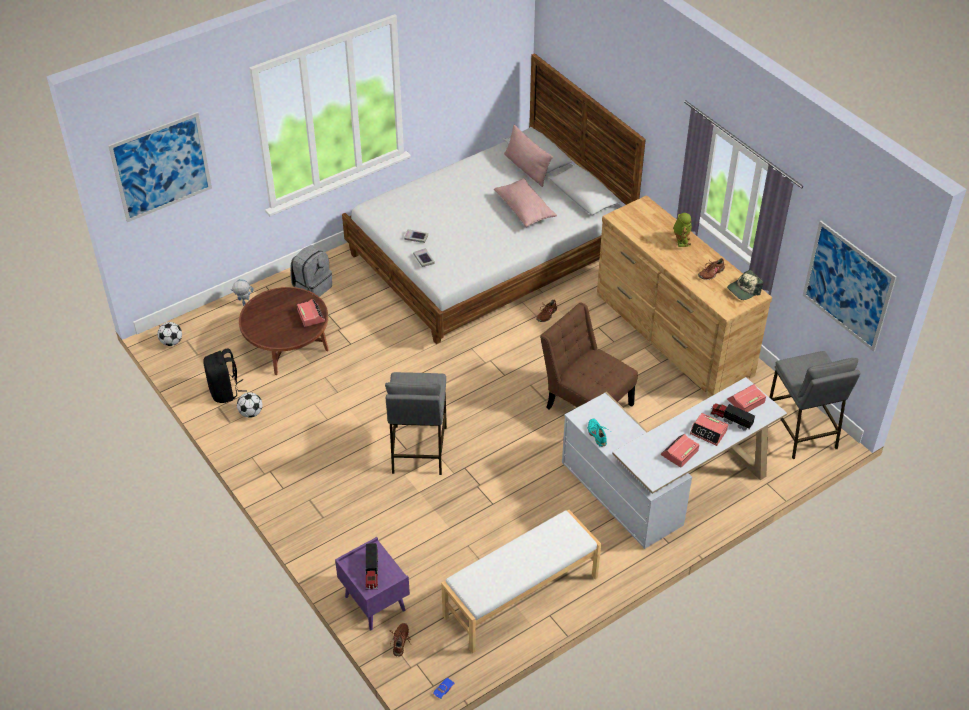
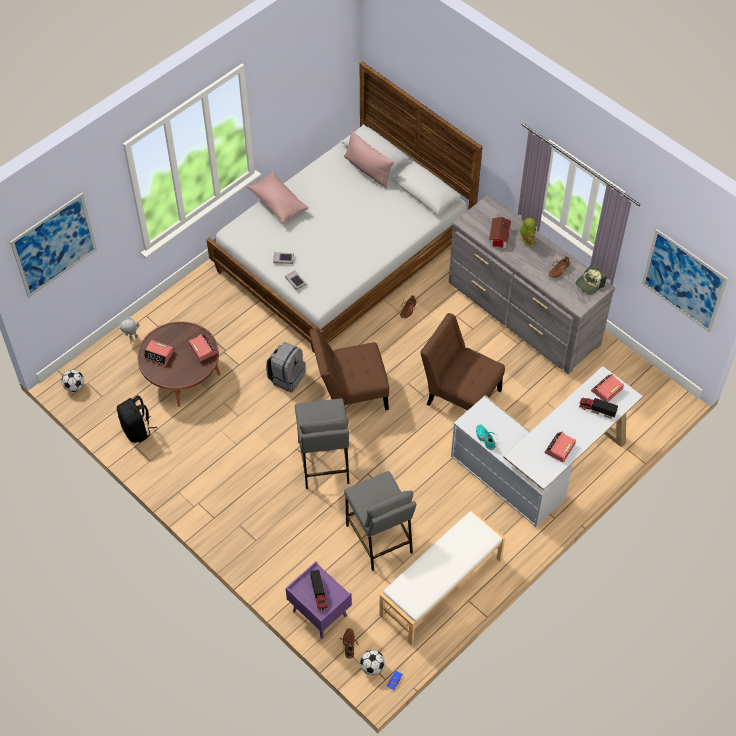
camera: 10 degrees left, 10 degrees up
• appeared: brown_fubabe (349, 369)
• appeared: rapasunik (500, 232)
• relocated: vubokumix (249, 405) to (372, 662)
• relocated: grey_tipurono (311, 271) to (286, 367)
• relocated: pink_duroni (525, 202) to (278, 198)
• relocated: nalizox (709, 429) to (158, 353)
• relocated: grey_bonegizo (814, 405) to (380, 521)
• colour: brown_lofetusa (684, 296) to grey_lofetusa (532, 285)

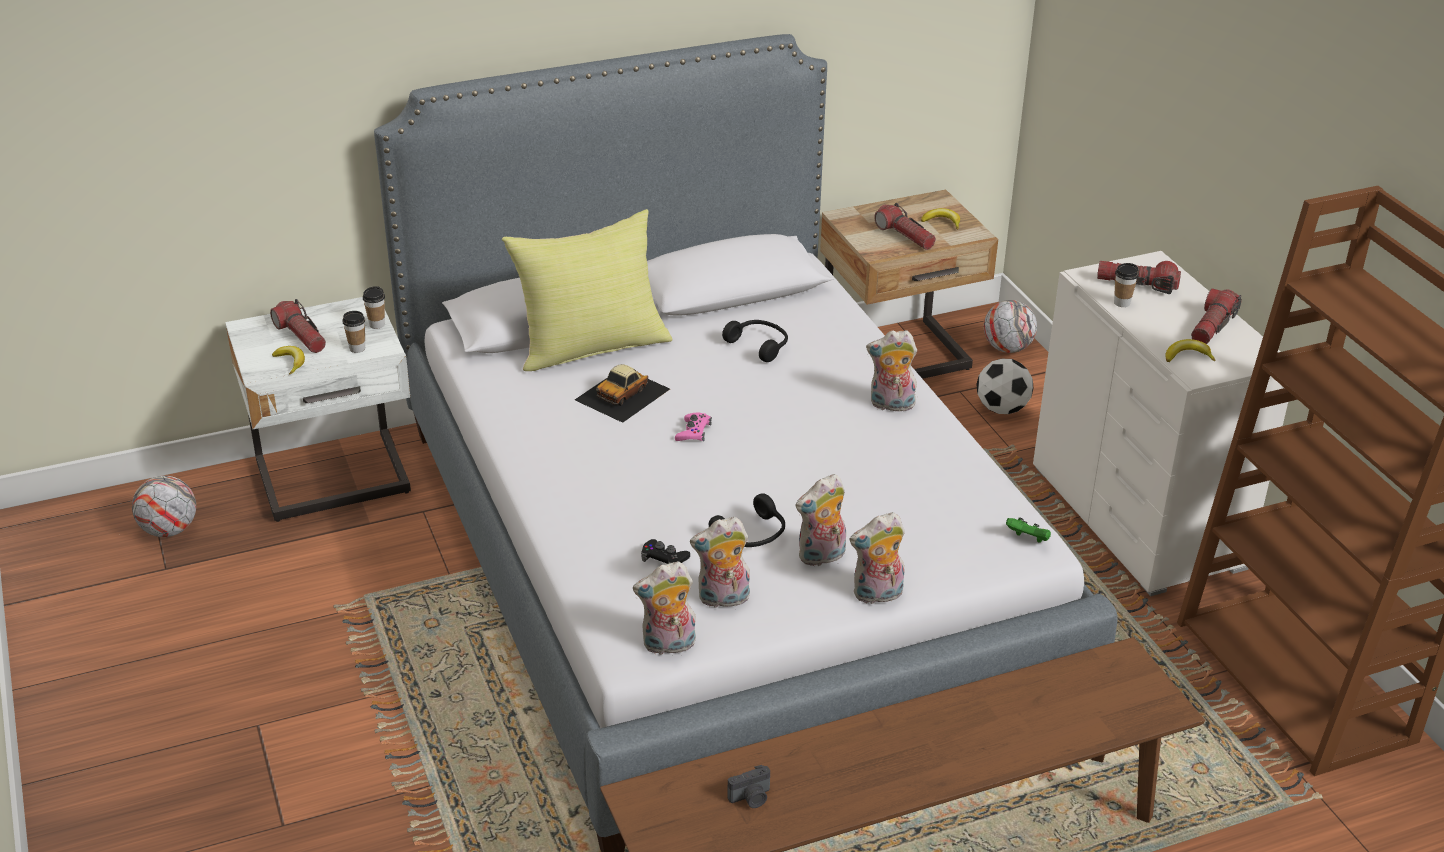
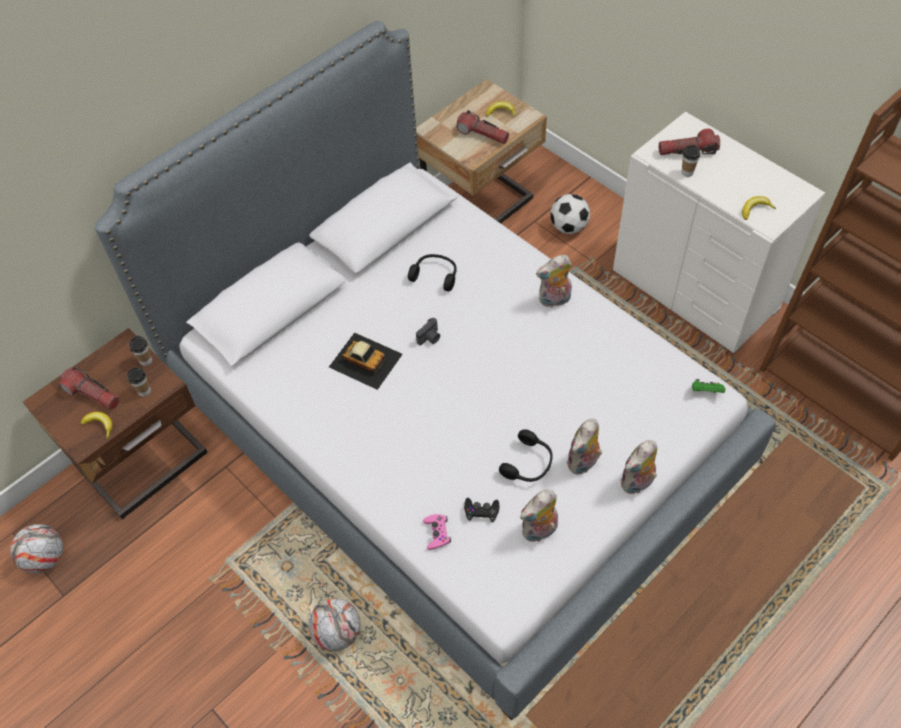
camera: 20 degrees left, 20 degrees up
• missing: yellow_duroni (587, 290)
• missing: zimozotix (664, 608)
• missing: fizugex (1216, 316)
• relocated: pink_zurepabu (693, 427) to (437, 532)
• relocated: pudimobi (748, 786) to (428, 331)
• relocated: vubokumix (1010, 326) to (334, 624)
• colour: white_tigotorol (318, 409) to brown_tigotorol (115, 423)
• spun: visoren (622, 393) = (366, 361) 75 degrees counterclockwise

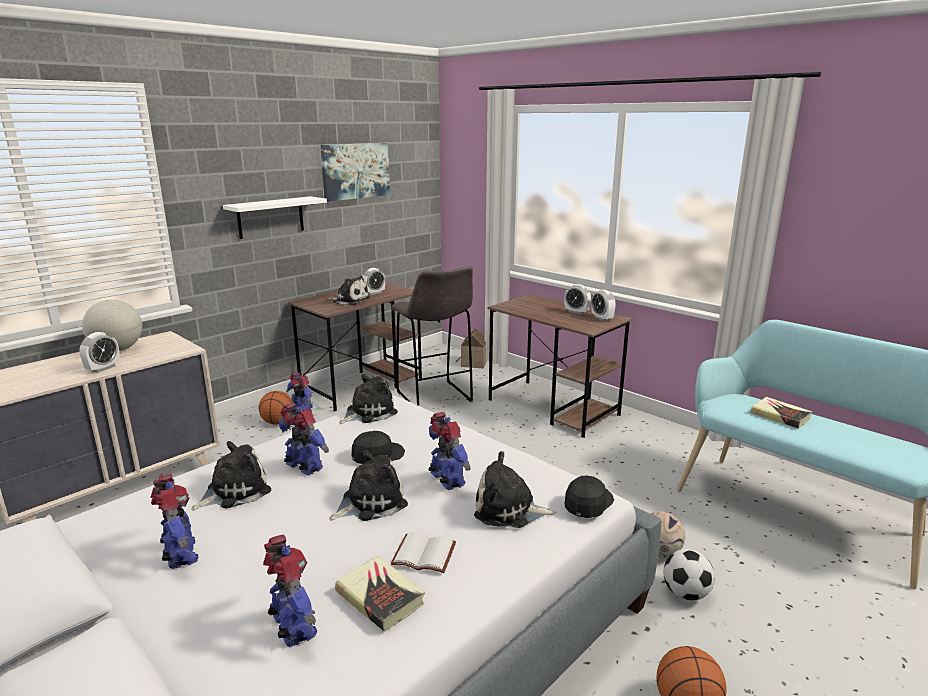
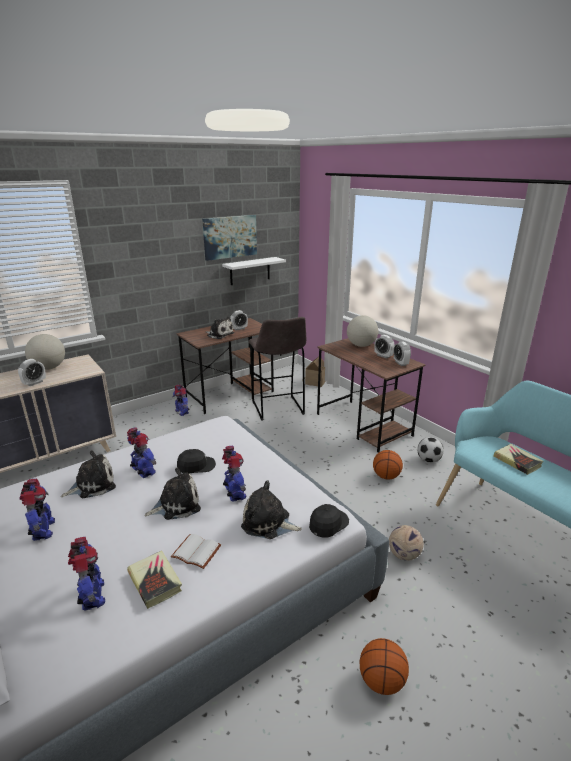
camera: 10 degrees right, 5 degrees up
• missing: zimozotix (368, 399)
• appeared: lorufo (362, 331)
• relocated: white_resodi (275, 217) to (254, 271)
• relocated: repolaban (276, 408) to (388, 465)
• relocated: vubokumix (689, 575) to (430, 450)

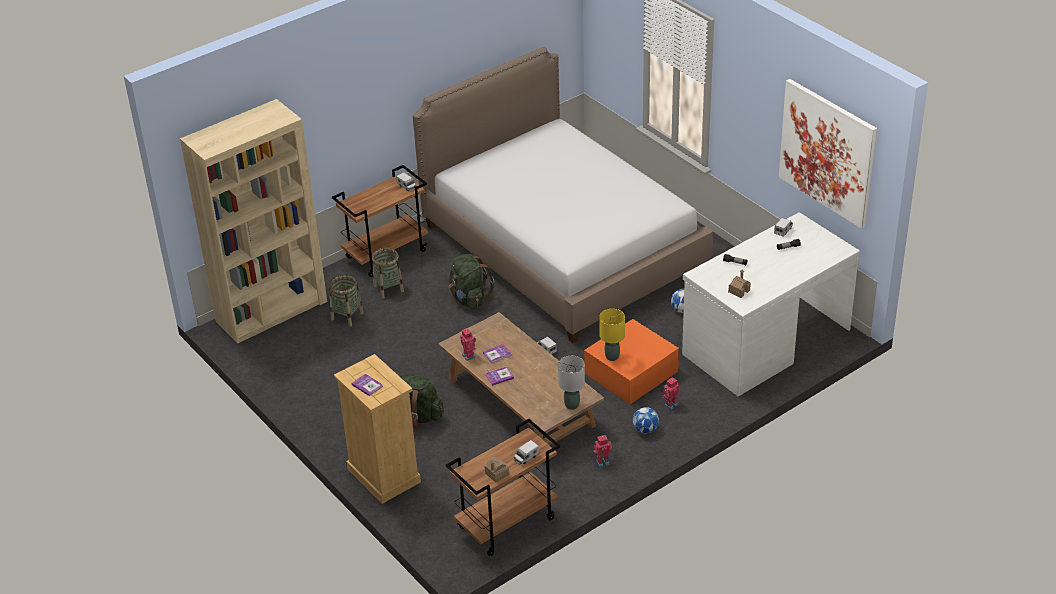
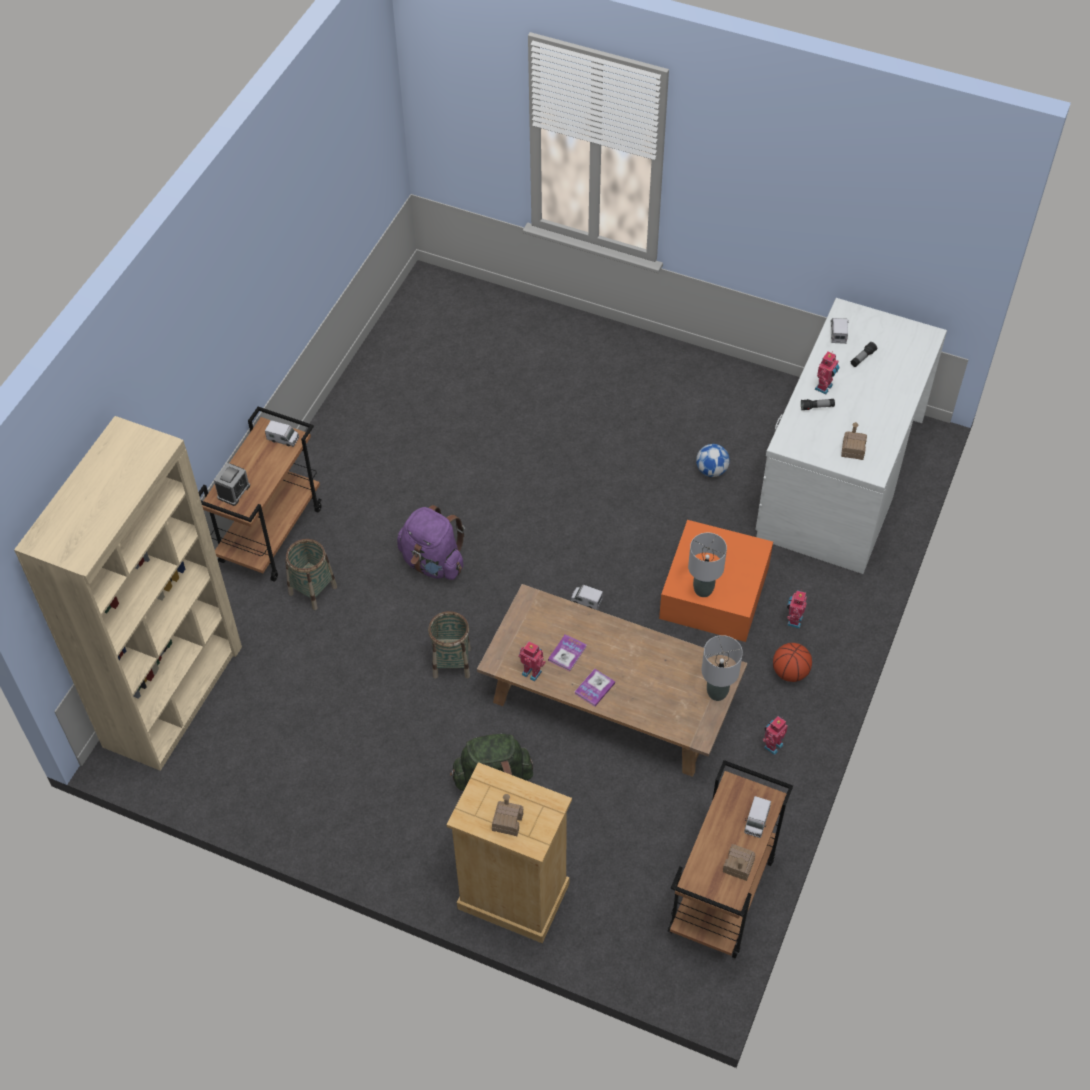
camera: 30 degrees left, 15 degrees up
• missing: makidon (563, 195)
• missing: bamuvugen (828, 154)
• appeared: nalizox (232, 484)
• appeared: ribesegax (827, 372)
• relocated: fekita (347, 301) to (449, 645)
• exchanged: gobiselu (367, 385) to rapasunik (507, 815)
• exchanged: vubokumix (646, 420) to repolaban (792, 662)
• colour: green_tipurono (471, 281) to purple_tipurono (431, 542)
• colour: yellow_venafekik (612, 335) to grey_venafekik (707, 565)

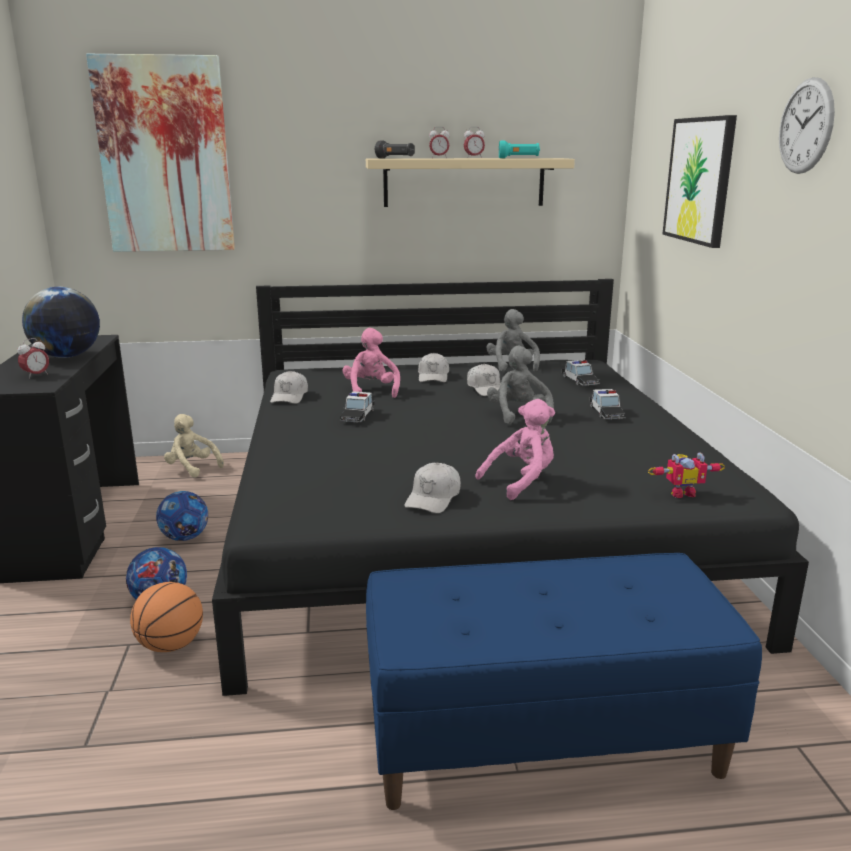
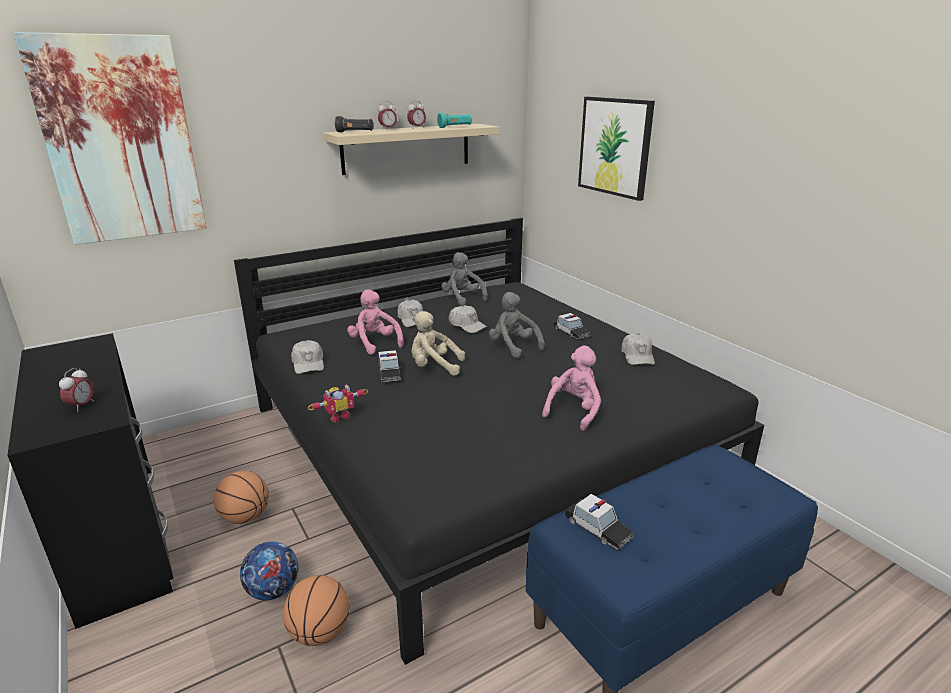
camera: 25 degrees left, 5 degrees up
• missing: lorufo (61, 322)
• missing: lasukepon (807, 125)
• relocated: beige_zimozotix (194, 445) to (438, 343)
• relocated: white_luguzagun (432, 488) to (638, 349)
• relocated: visoren (581, 373) to (599, 522)
• relocated: ribesegax (686, 475) to (337, 404)
• exchanged: vubokumix (182, 516) to repolaban (241, 497)

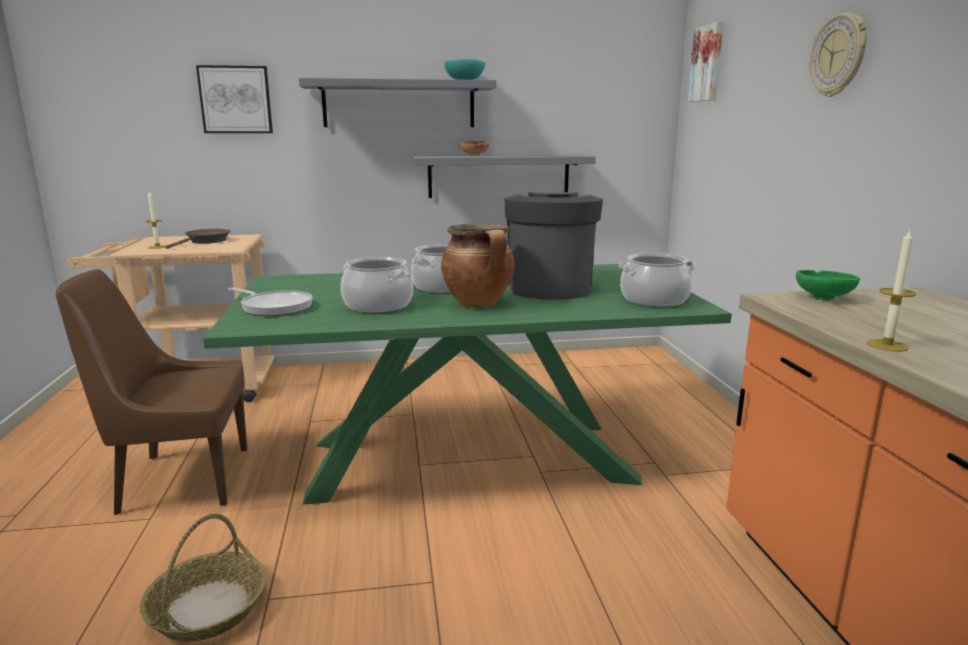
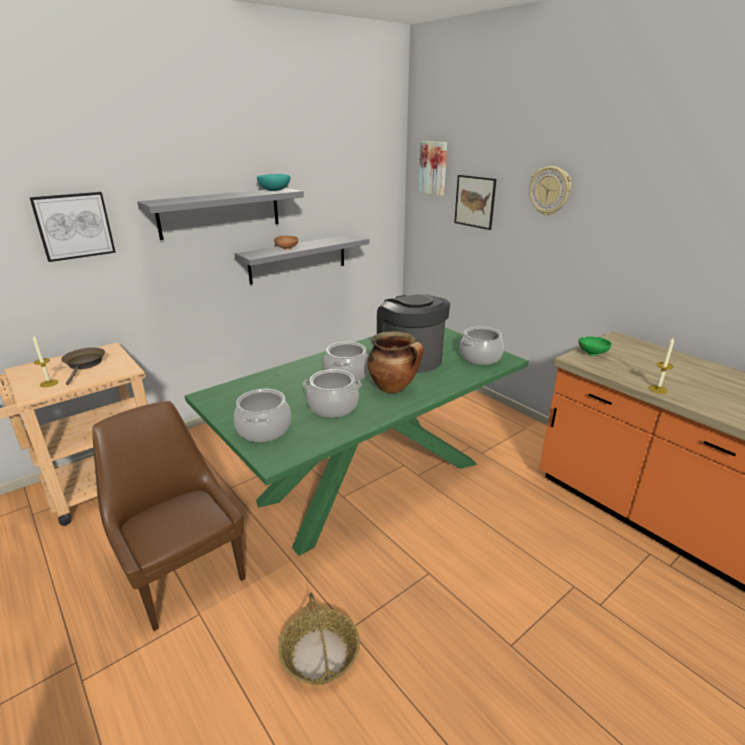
camera: 30 degrees left, 10 degrees up
• appeared: bamuvugen (475, 202)
• exchanged: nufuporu (270, 301) to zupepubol (262, 415)
• spun: brown_fubabe (151, 392) = (168, 516) 90 degrees clockwise

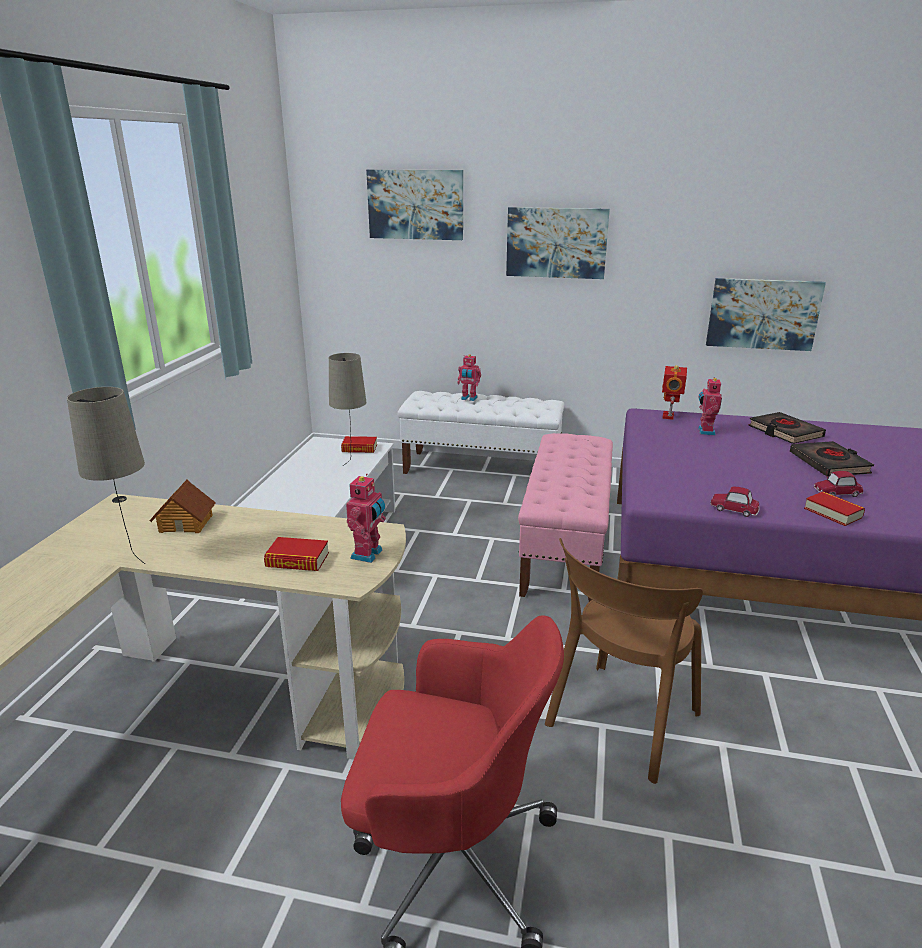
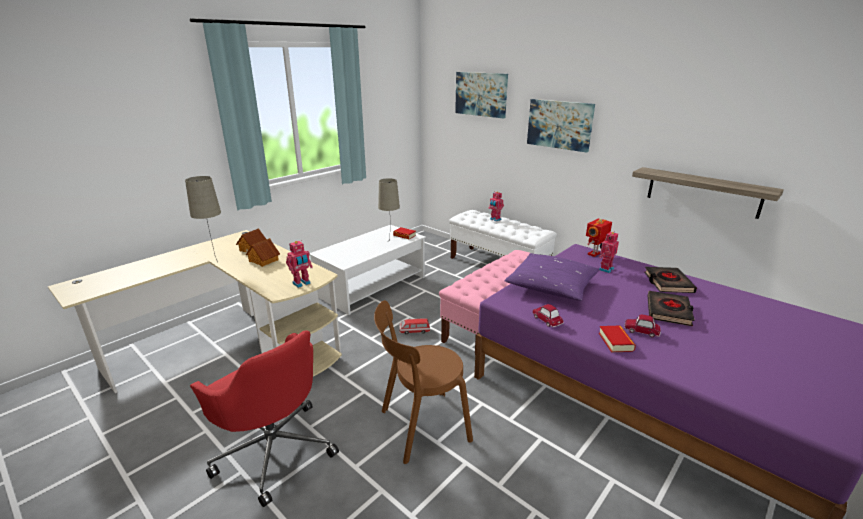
camera: 30 degrees right, 0 degrees up
• missing: gobiselu (296, 554)
• appeared: rapasunik (263, 252)
• appeared: visoren (414, 326)
• appeared: purple_duroni (552, 277)
• exchanged: bamuvugen (766, 314) to resodi (708, 193)

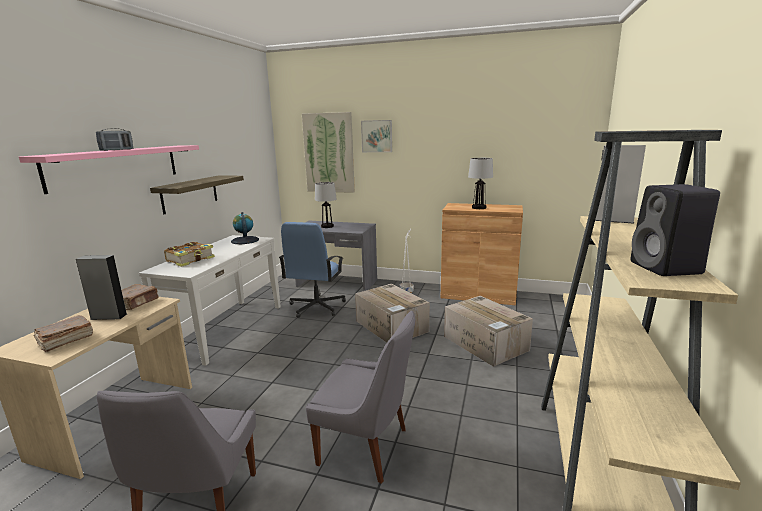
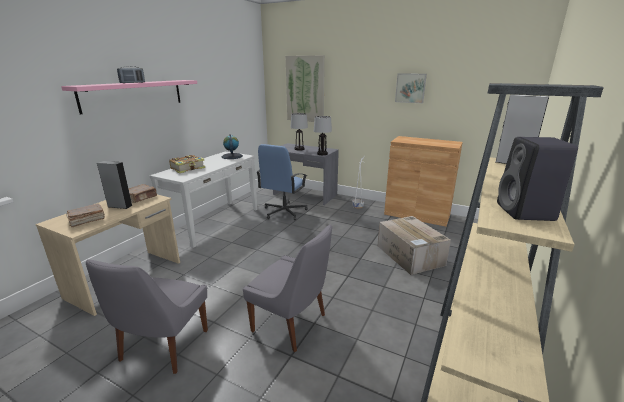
camera: 10 degrees right, 5 degrees up
• missing: resodi (197, 194)
• missing: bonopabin (392, 313)
• relocated: bamuvugen (376, 136) to (411, 88)
• relocated: venafekik (480, 183) to (323, 135)

